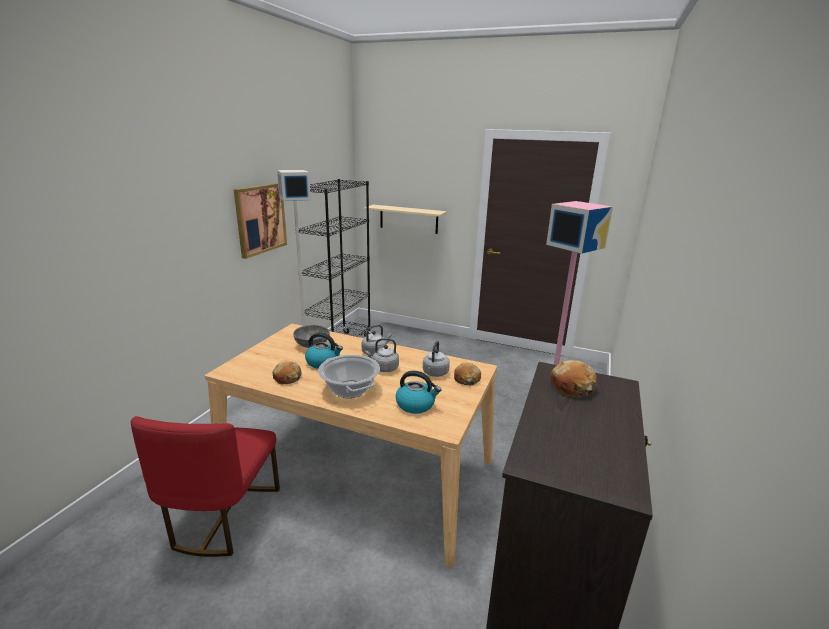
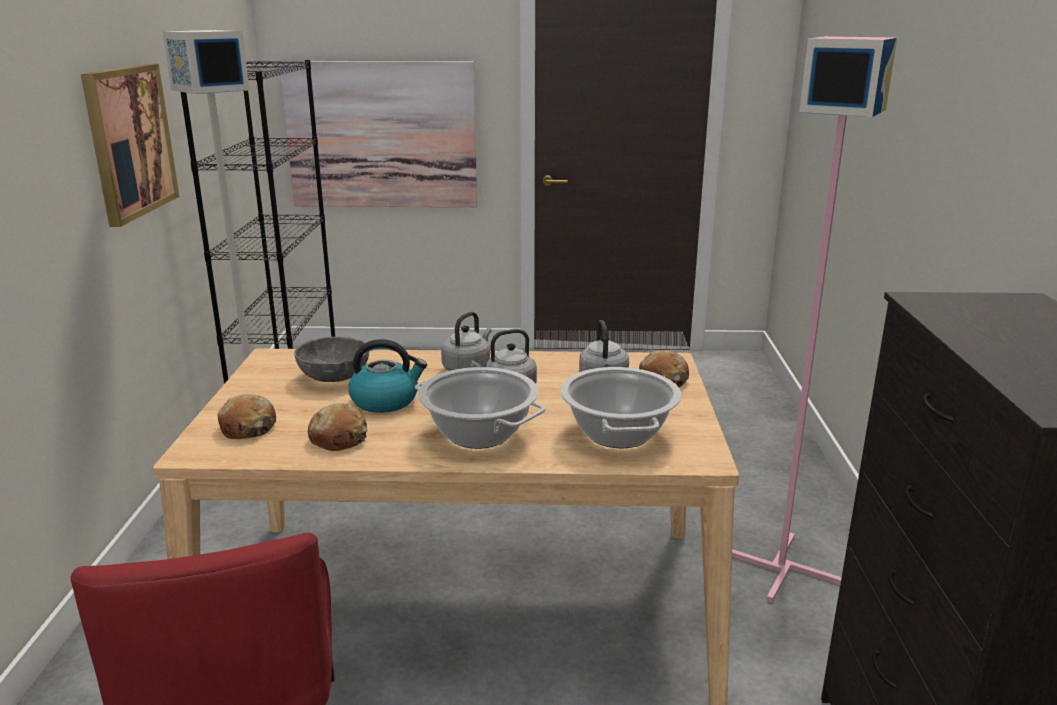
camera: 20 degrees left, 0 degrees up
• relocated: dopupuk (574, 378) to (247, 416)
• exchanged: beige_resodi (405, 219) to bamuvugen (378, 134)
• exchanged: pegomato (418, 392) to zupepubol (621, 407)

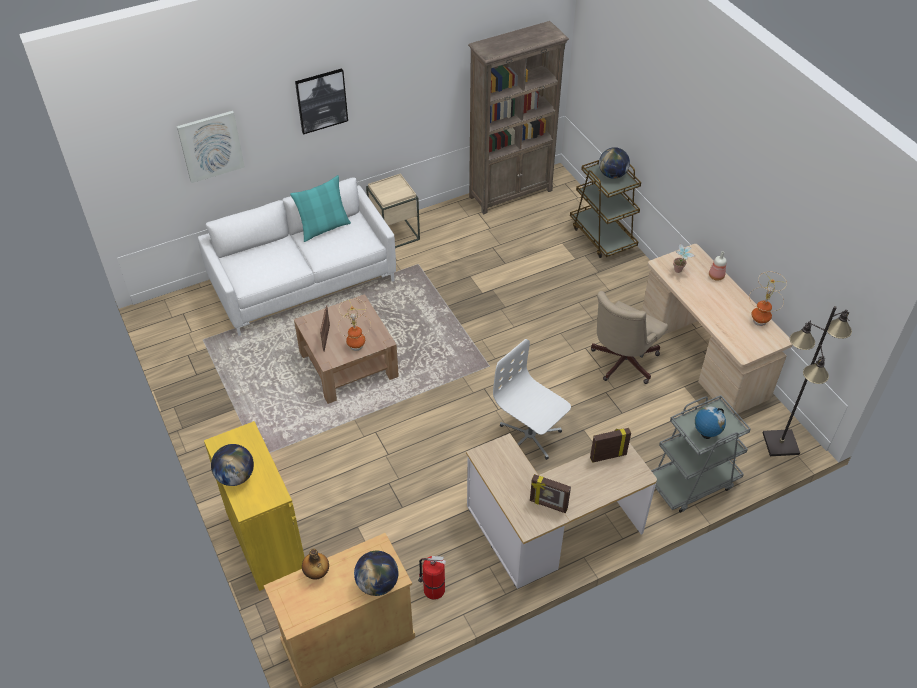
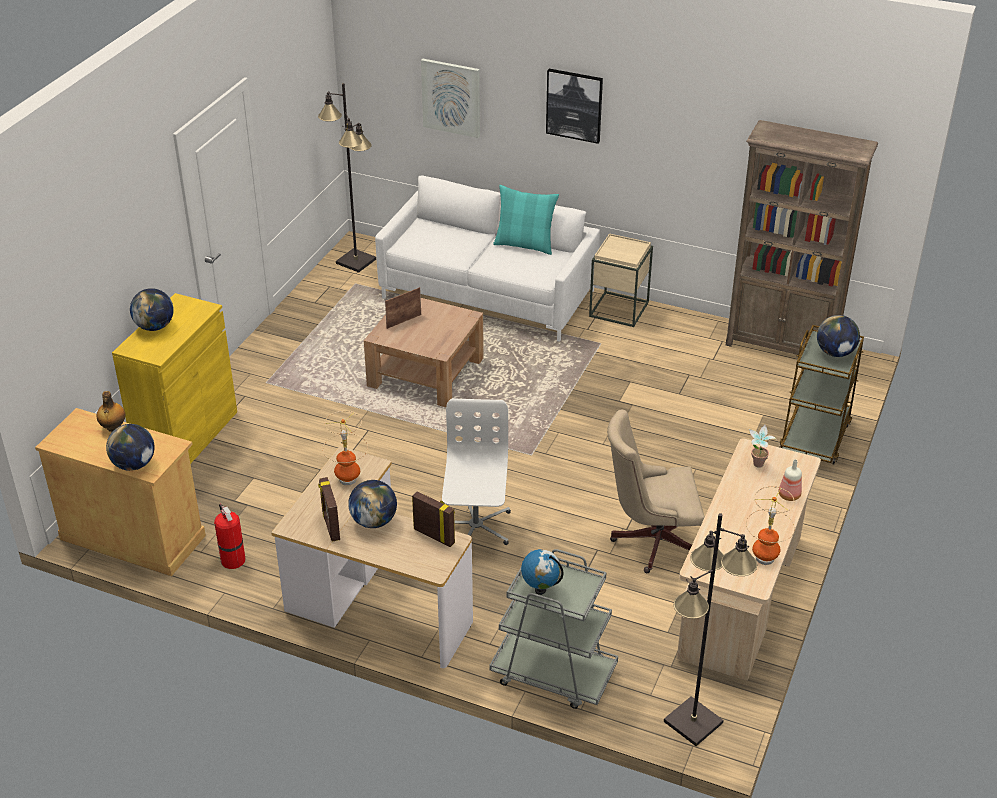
camera: 50 degrees right, 10 degrees down
• appeared: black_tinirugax (347, 177)
• appeared: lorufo (372, 504)
• relocated: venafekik (354, 325) to (345, 448)

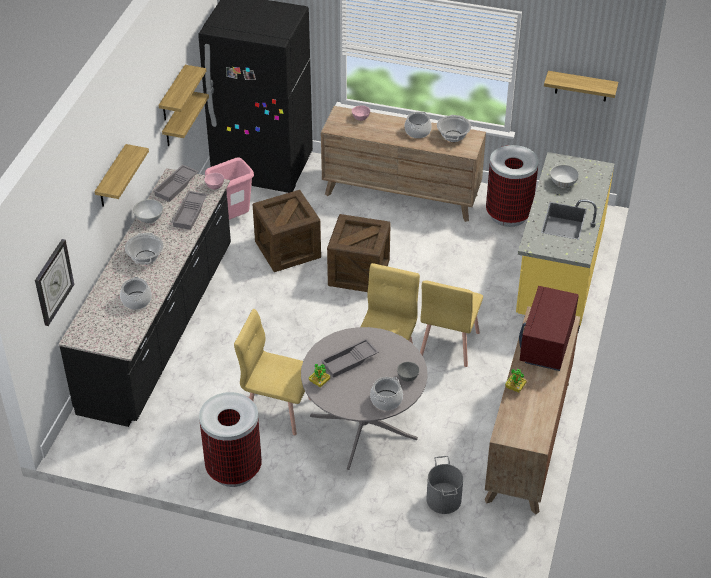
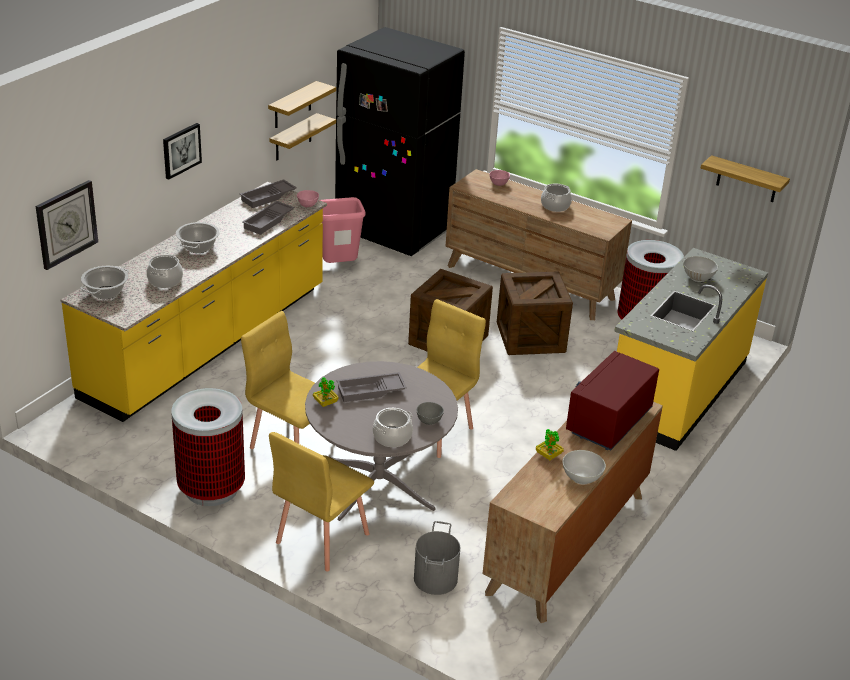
camera: 15 degrees right, 10 degrees down
• relocated: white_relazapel (148, 211) to (584, 467)
• relocated: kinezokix (286, 231) to (535, 313)
• relocated: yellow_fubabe (451, 324) to (321, 501)
• relocated: zupepubol (454, 128) to (104, 282)
• exchanged: resodi (121, 175) to bamuvugen (182, 151)
• colour: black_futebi (145, 297) to yellow_futebi (193, 302)

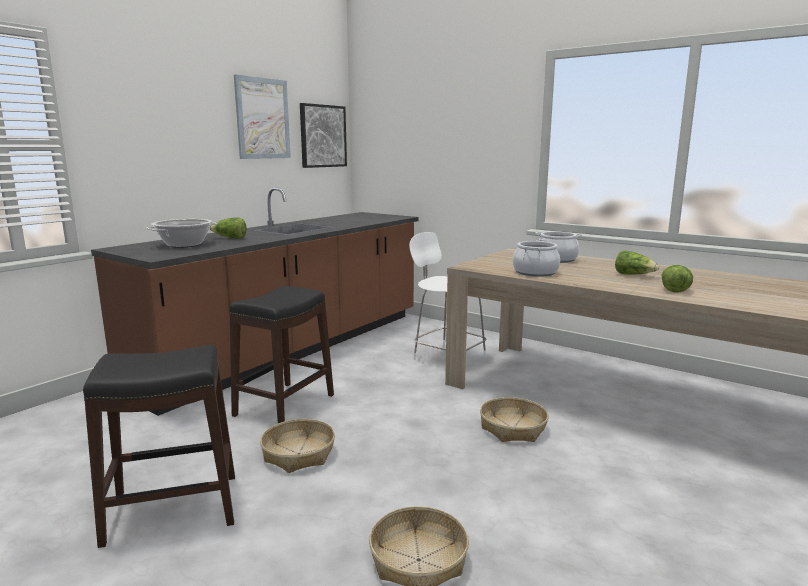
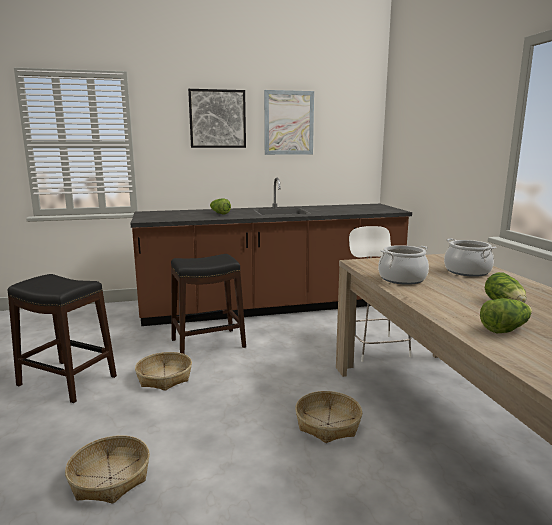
camera: 40 degrees right, 0 degrees up
• missing: zupepubol (182, 233)
• relocated: bamuvugen (323, 135) to (217, 118)

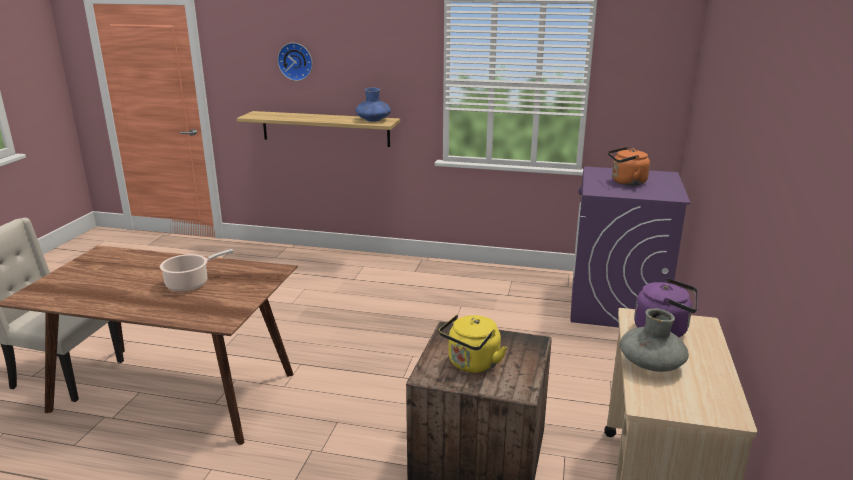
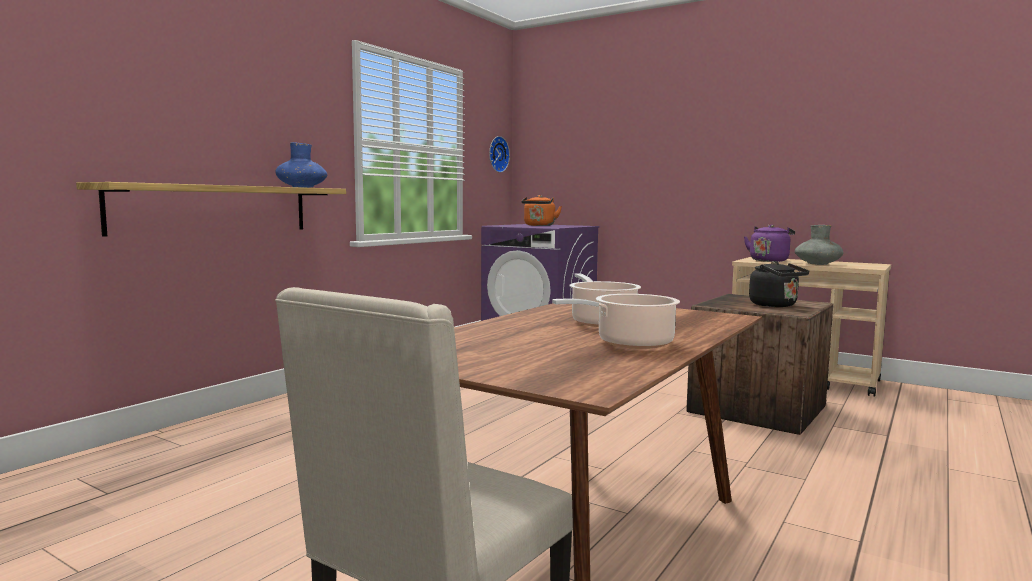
camera: 70 degrees left, 15 degrees down
• appeared: zupepubol (616, 321)
• relocated: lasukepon (294, 62) to (499, 154)
• colour: yellow_pegomato (473, 344) to black_pegomato (779, 284)

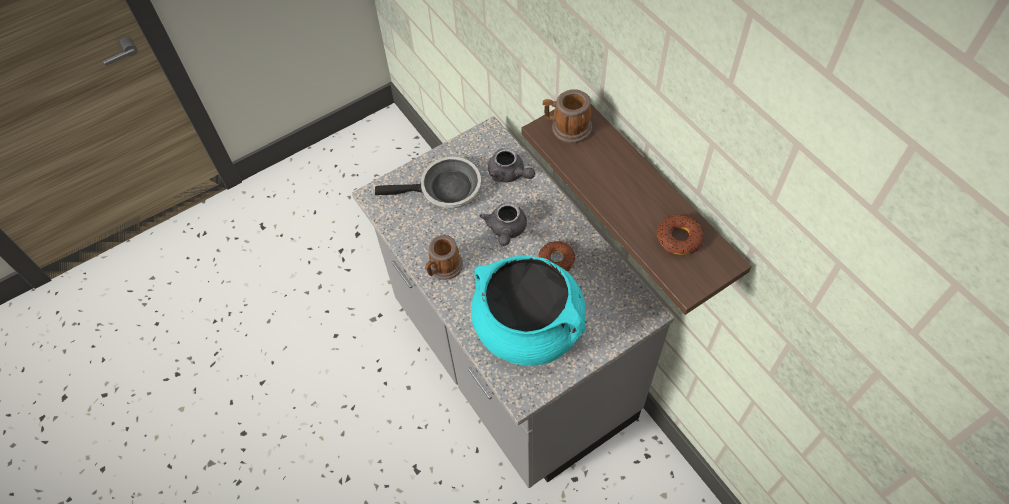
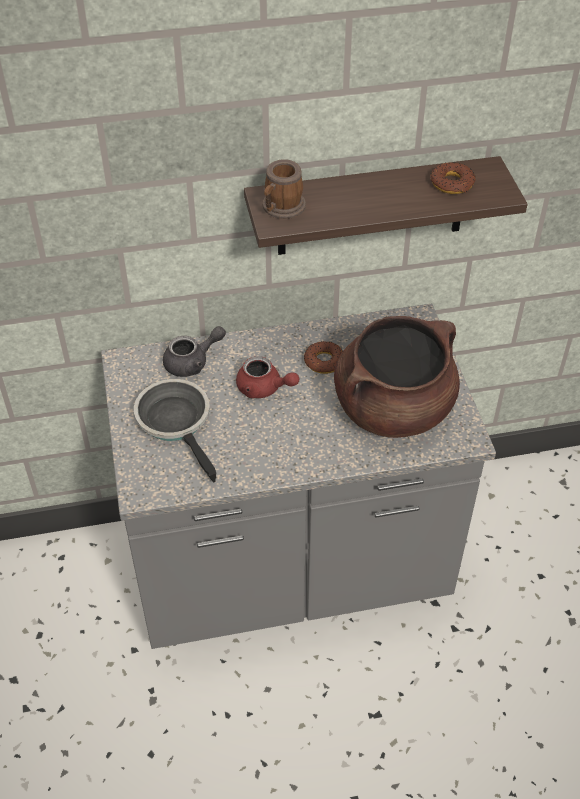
camera: 70 degrees left, 10 degrees down
• missing: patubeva (444, 257)
• colour: turquoise_zupepubol (528, 310) to brown_zupepubol (397, 377)
• colour: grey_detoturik (503, 224) to red_detoturik (267, 377)
• spun: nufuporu (428, 182) = (175, 431) 45 degrees counterclockwise

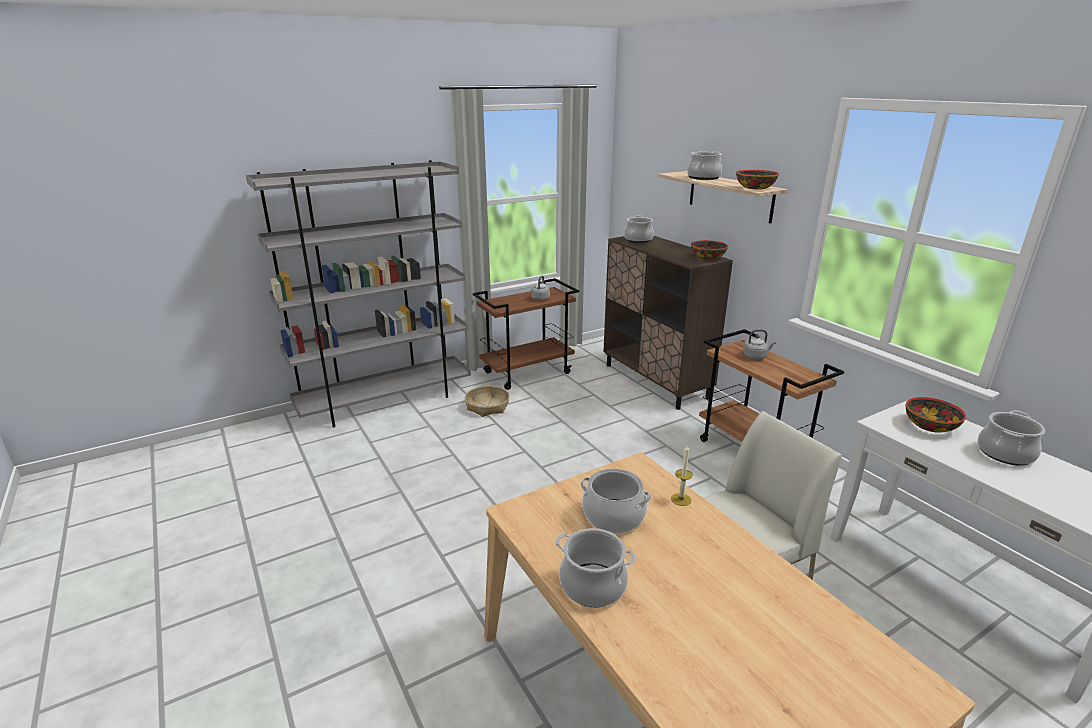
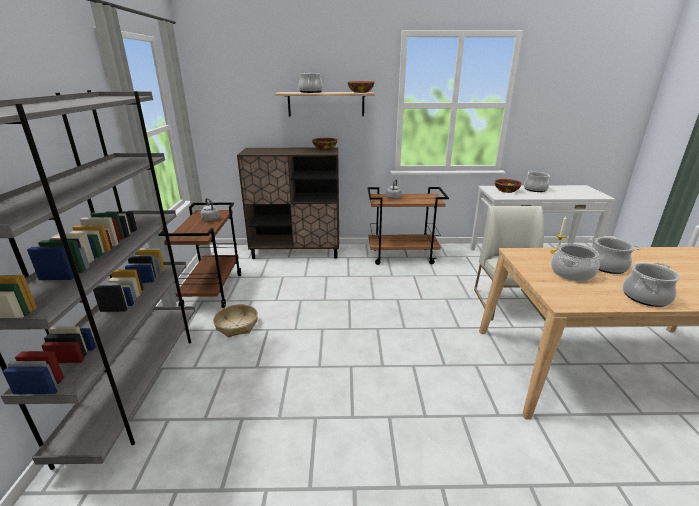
camera: 60 degrees left, 0 degrees up
• relocated: zupepubol (639, 229) to (615, 255)

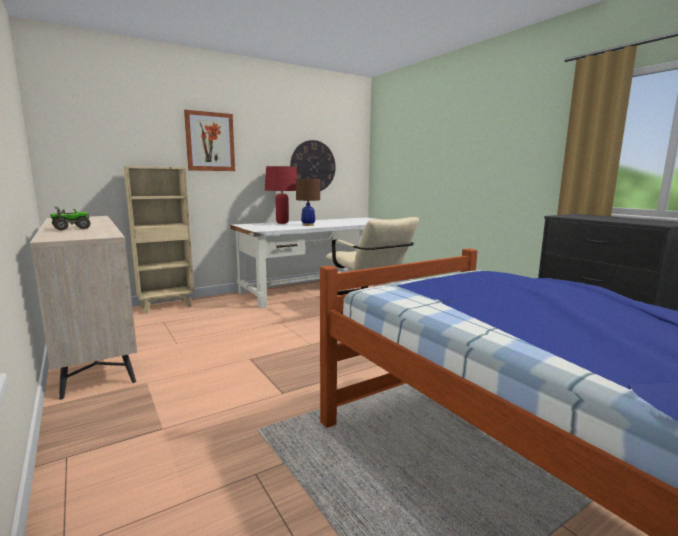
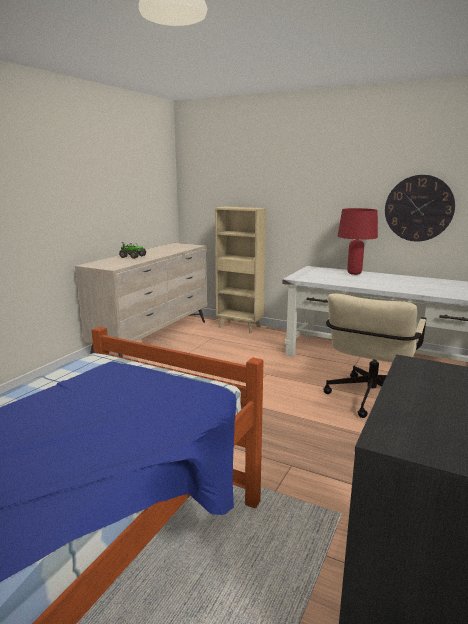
camera: 60 degrees right, 5 degrees up
• missing: bamuvugen (209, 140)
• missing: brown_venafekik (308, 201)

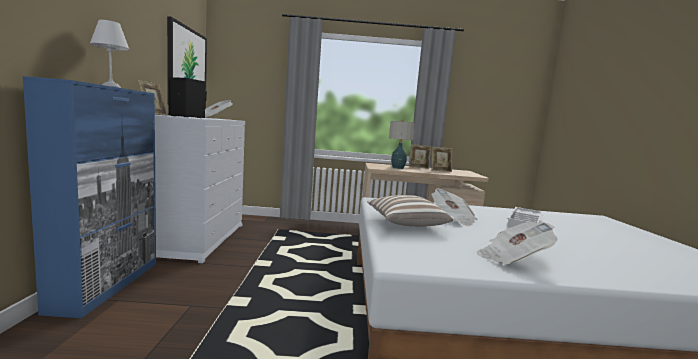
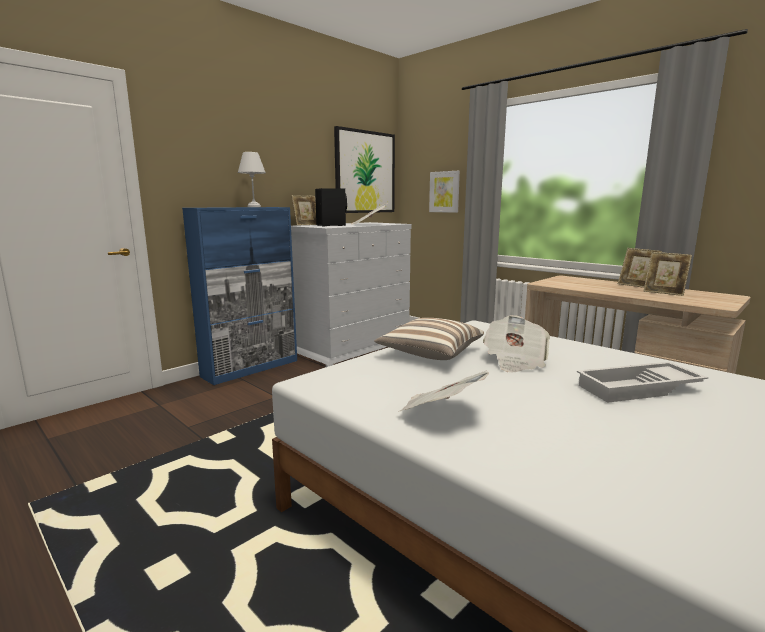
camera: 45 degrees right, 5 degrees up
• missing: venafekik (402, 144)
• appeared: bamuvugen (444, 192)

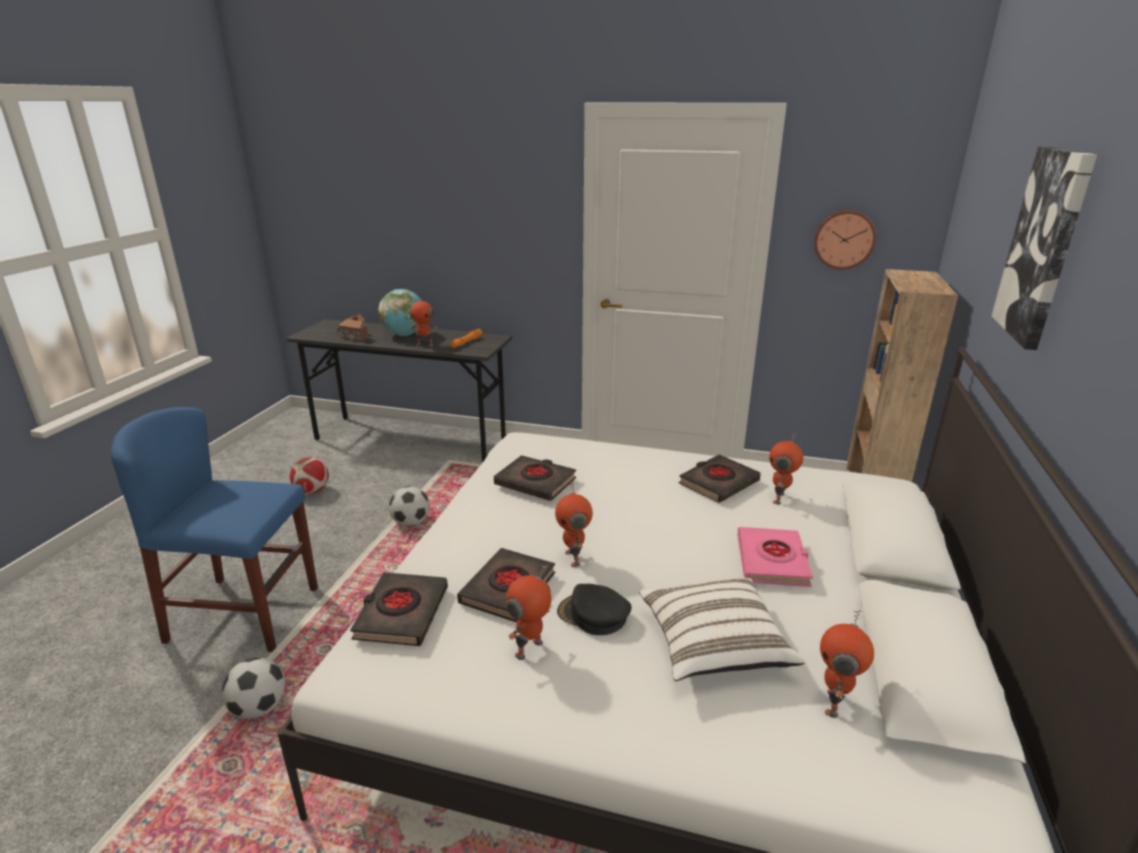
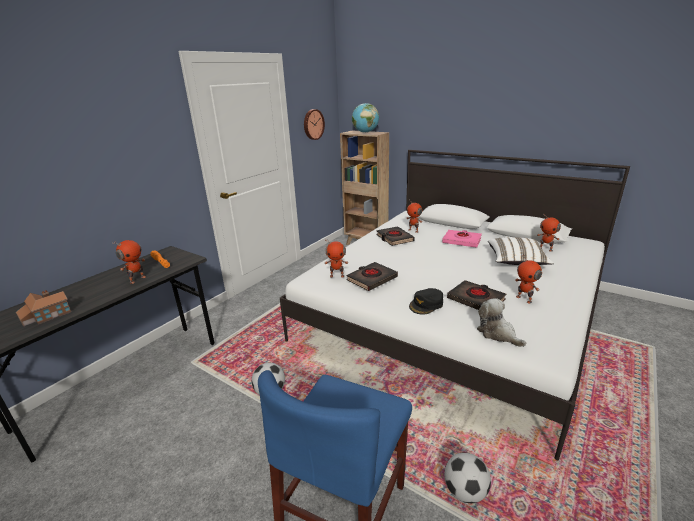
camera: 70 degrees left, 0 degrees up
• missing: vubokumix (309, 475)
• missing: bamuvugen (1044, 248)
• relocated: lorufo (400, 312) to (365, 118)
• relocated: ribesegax (574, 524) to (336, 258)
• relocated: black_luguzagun (594, 609) to (426, 301)
• exchanged: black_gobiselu (399, 609) to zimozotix (501, 322)

